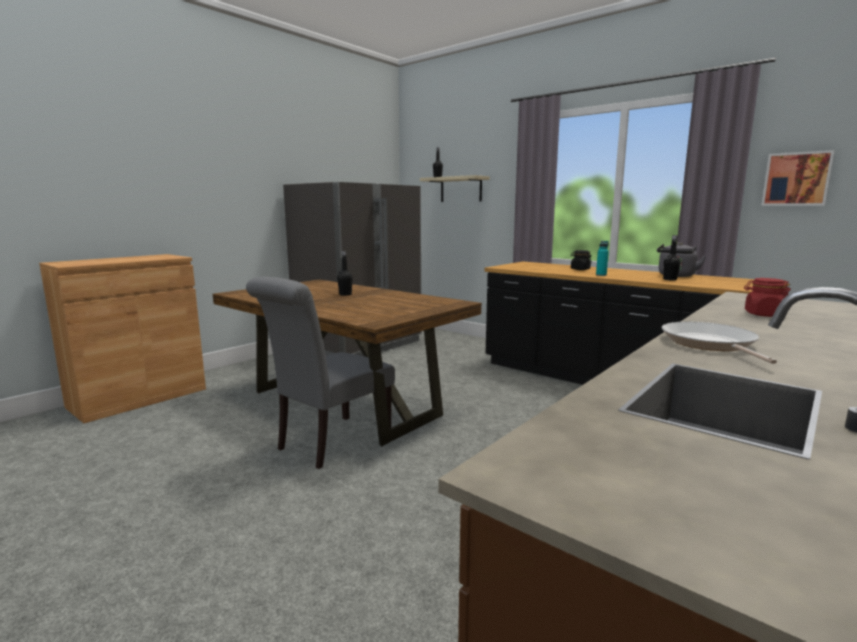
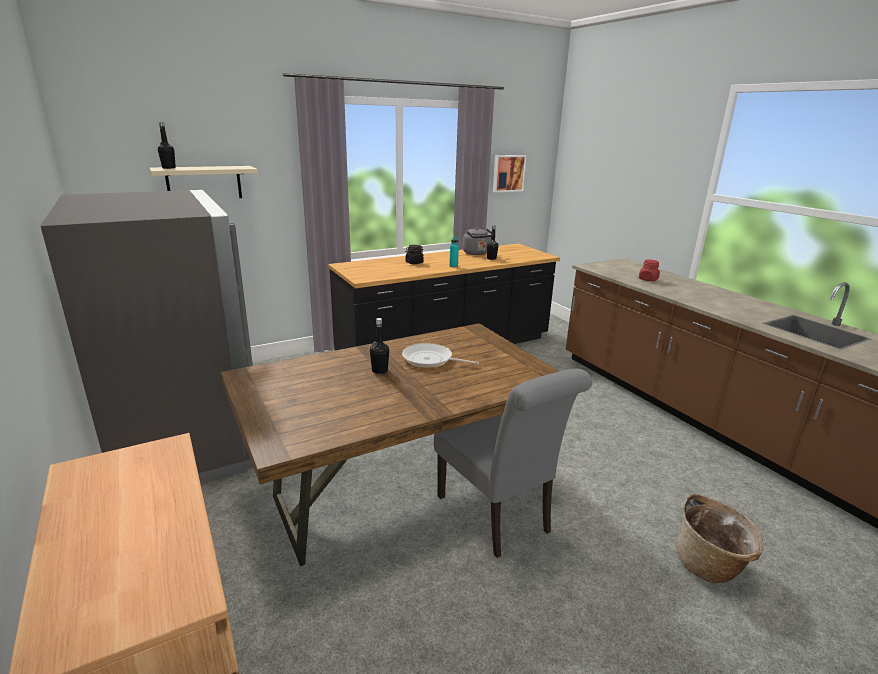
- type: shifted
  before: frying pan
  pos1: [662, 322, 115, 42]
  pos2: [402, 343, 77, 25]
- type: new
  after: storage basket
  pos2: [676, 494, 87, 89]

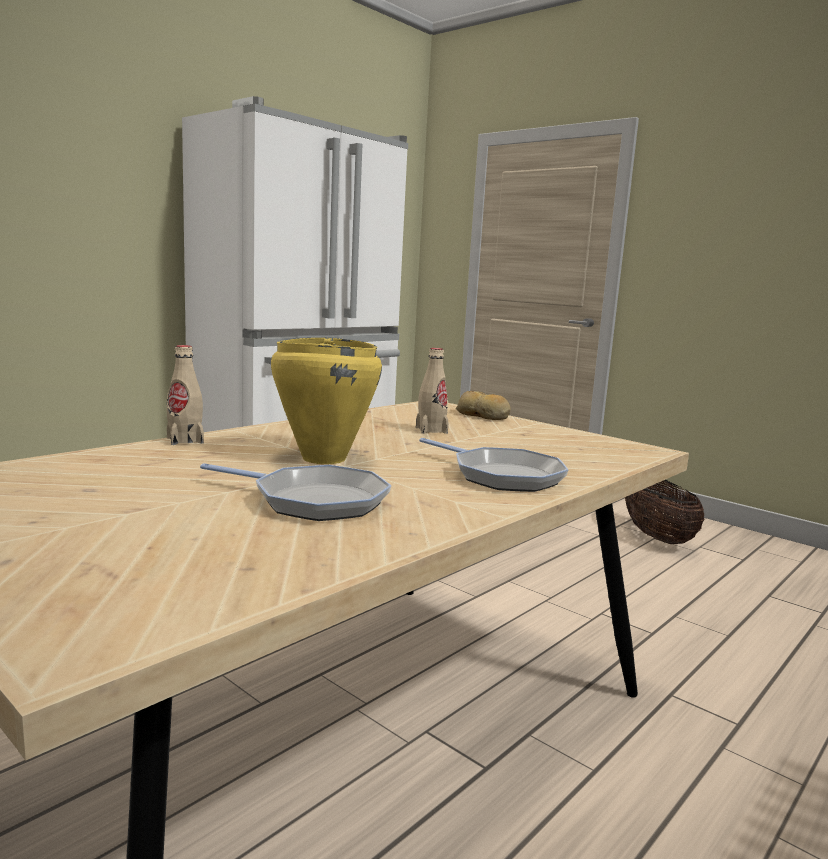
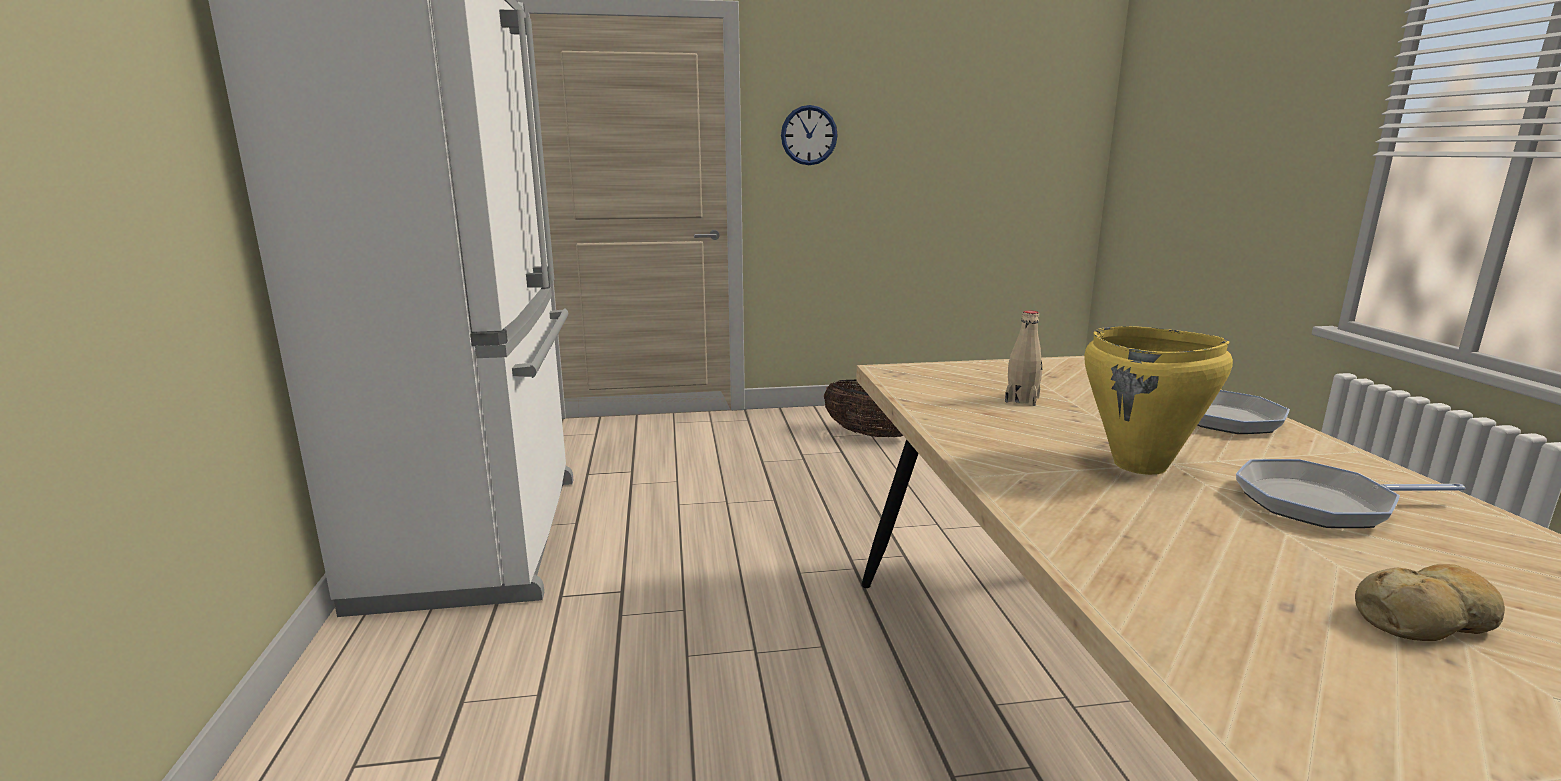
- type: gone
  before: beige beverage bottle
  pos1: [167, 345, 37, 100]
- type: rotated
  before: frying pan
  pos1: [200, 463, 192, 58]
  pos2: [1236, 459, 229, 69]
  turn: -150
- type: shifted
  before: bakery bread
  pos1: [456, 391, 55, 29]
  pos2: [1355, 564, 150, 77]
- type: new
  after: wall clock
  pos2: [781, 105, 57, 60]

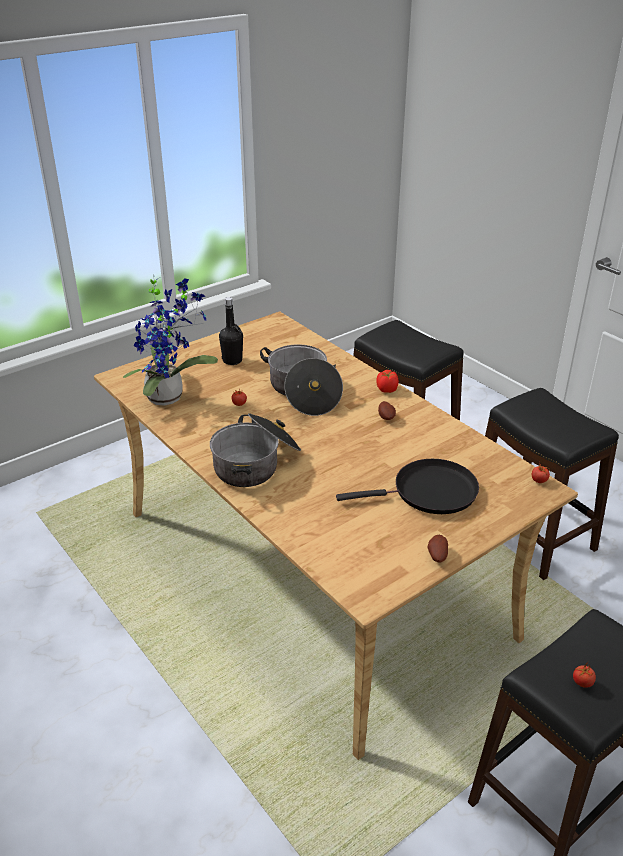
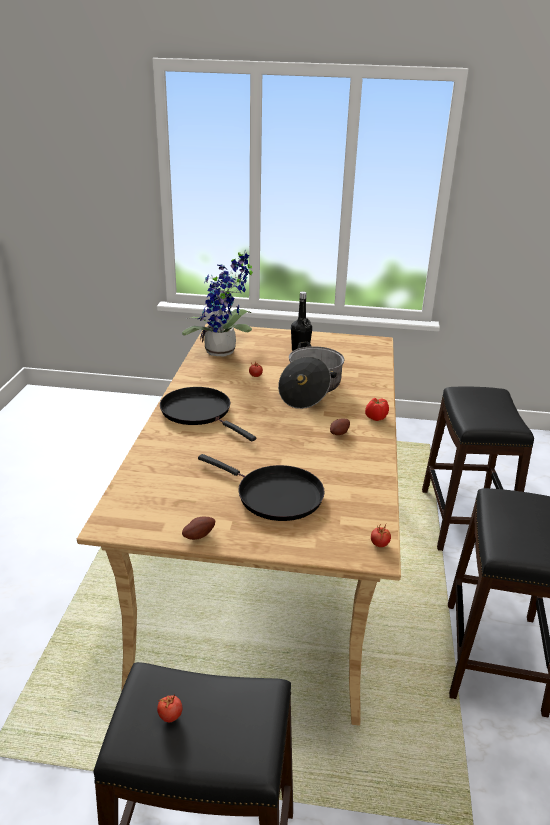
- type: swapped
  before: saucepot
  after: black frying pan
  pos1: [210, 413, 91, 74]
  pos2: [160, 387, 96, 55]

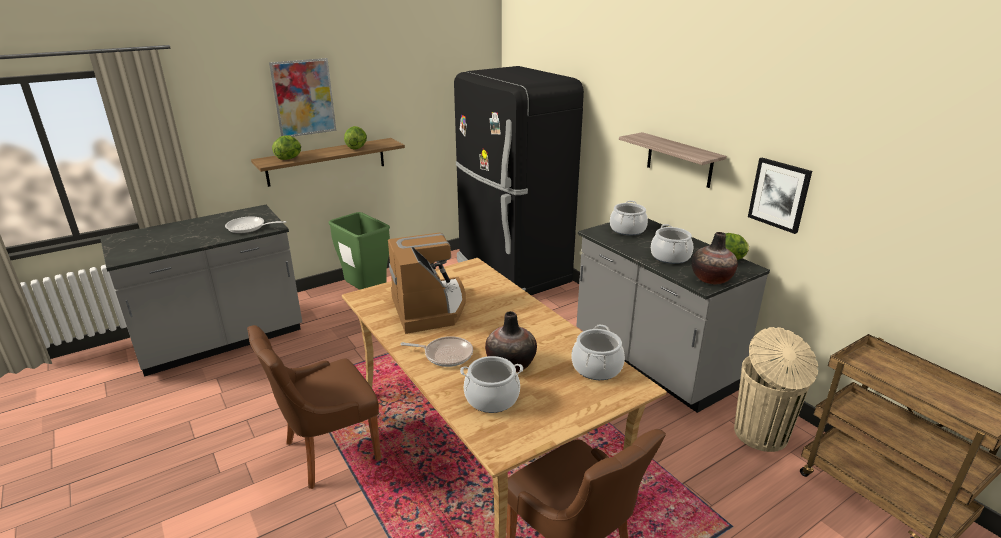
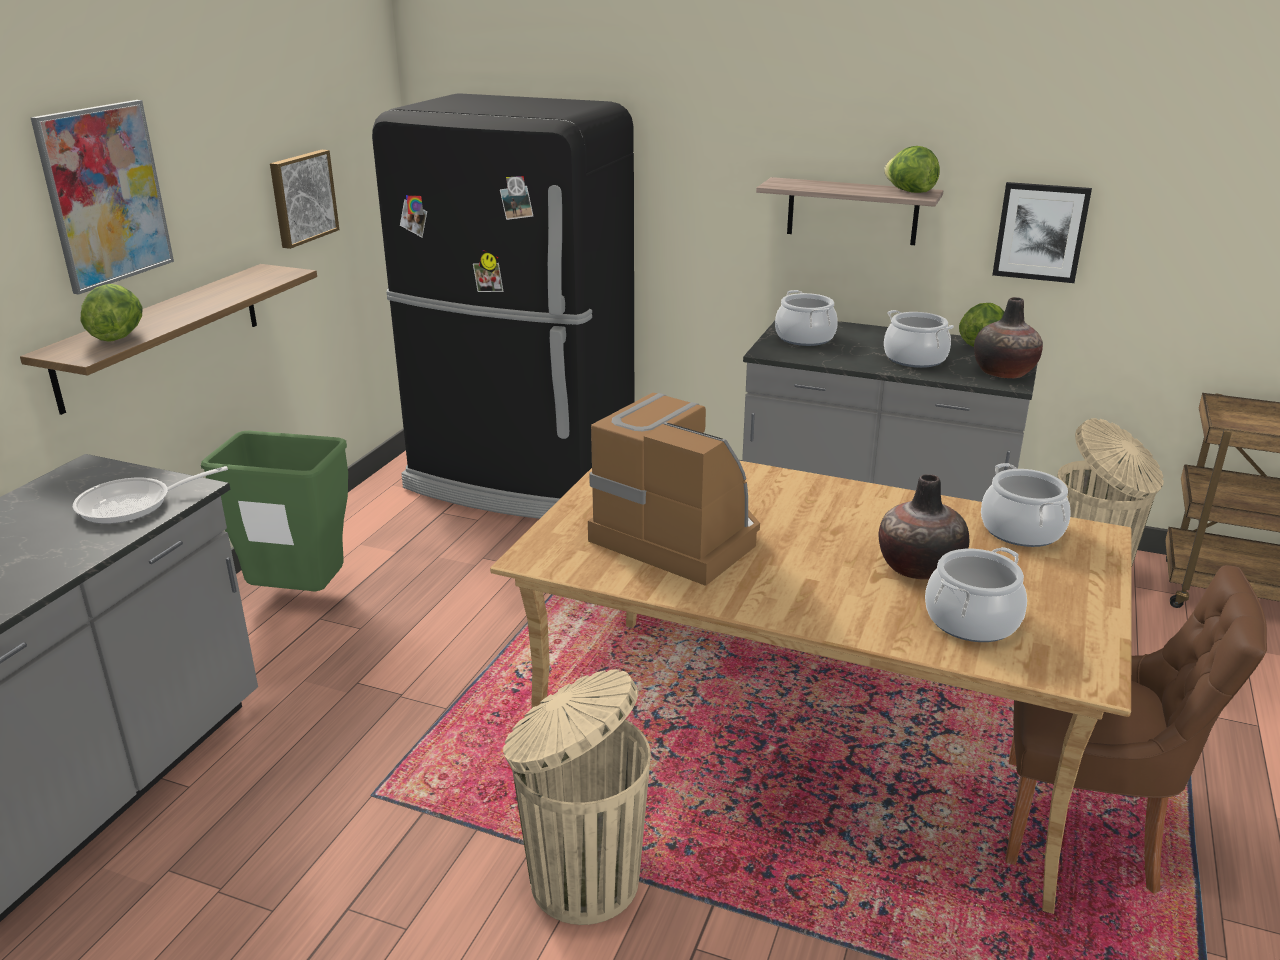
- type: swapped
  before: brown plain chair
  after: beige trash can
  pos1: [247, 325, 134, 164]
  pos2: [503, 670, 148, 255]
- type: shifted
  before: lettuce
  pos1: [344, 126, 23, 24]
  pos2: [884, 146, 56, 47]
- type: gone
  before: frying pan
  pos1: [401, 336, 72, 31]
- type: new
  after: wall art
  pos2: [270, 150, 69, 99]

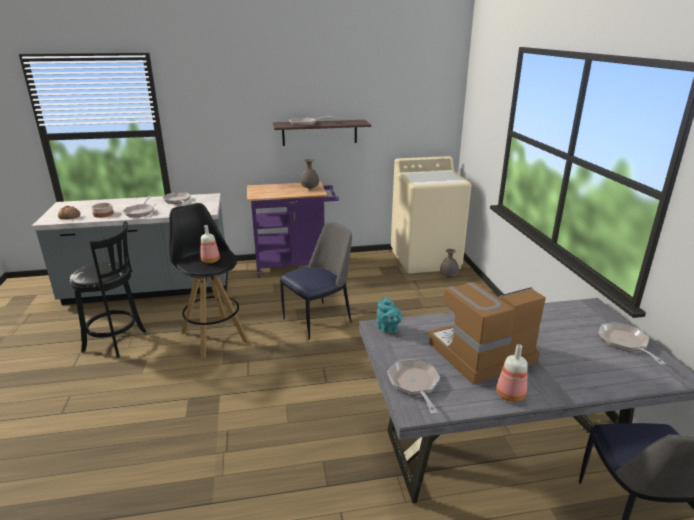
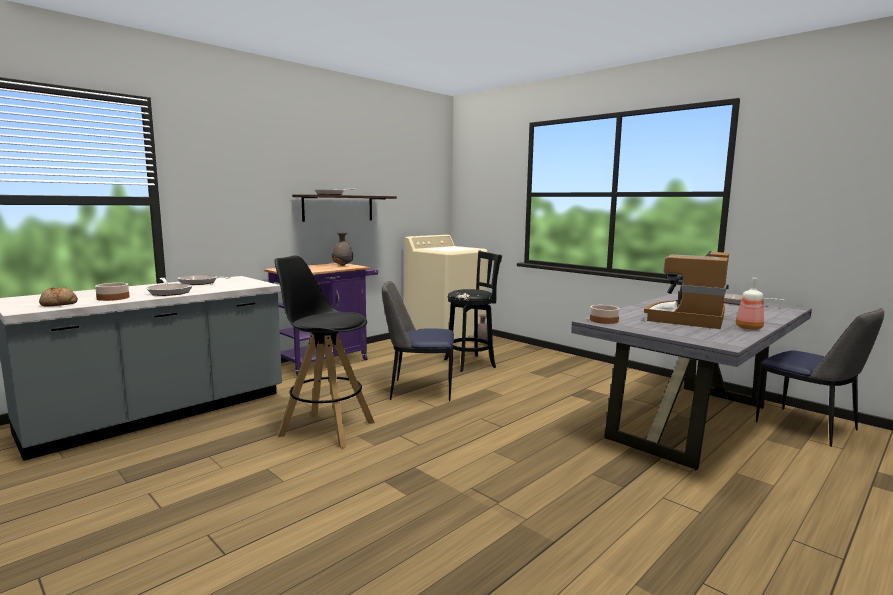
- type: shifted
  before: black stool
  pos1: [70, 221, 76, 137]
  pos2: [444, 251, 58, 121]
- type: gone
  before: beverage bottle
  pos1: [201, 225, 19, 38]
- type: rotated
  before: plain chair
  pos1: [280, 222, 72, 118]
  pos2: [382, 281, 72, 120]
  turn: -105
- type: swapped
  before: turquoise tea pot
  after: serving bowl
  pos1: [377, 297, 25, 37]
  pos2: [590, 305, 30, 19]
- type: gone
  before: frying pan
  pos1: [387, 359, 53, 55]

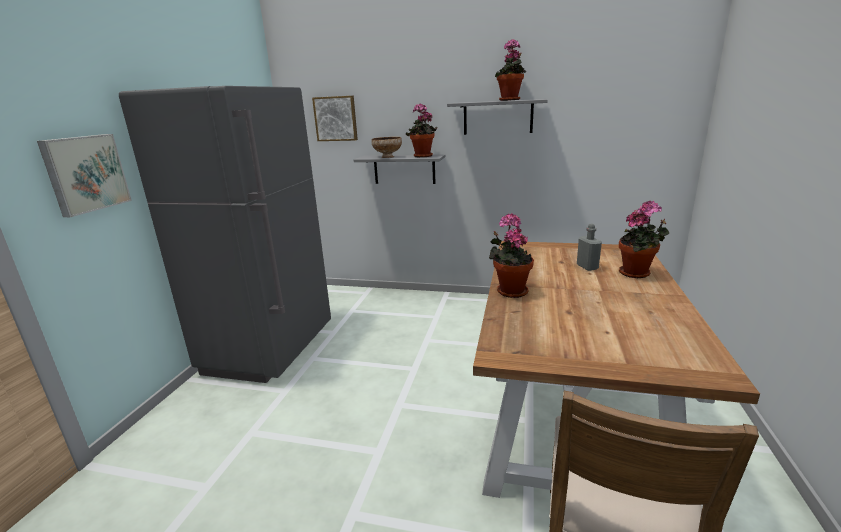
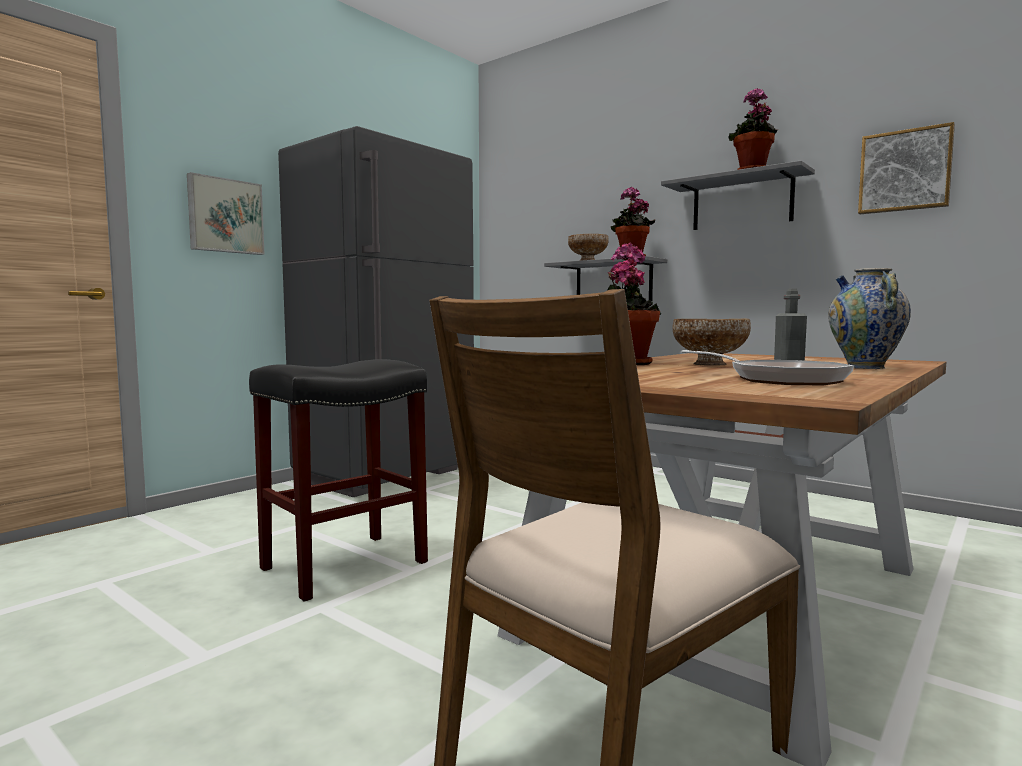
- type: shifted
  before: wall art
  pos1: [312, 96, 46, 45]
  pos2: [858, 122, 97, 92]
- type: swapped
  before: plant in a pot
  after: decorative vase
  pos1: [619, 201, 50, 77]
  pos2: [829, 268, 82, 101]
- type: new
  after: black stool
  pos2: [249, 359, 179, 243]
- type: new
  after: serving bowl
  pos2: [672, 319, 79, 47]
- type: new
  after: frying pan
  pos2: [680, 350, 174, 35]

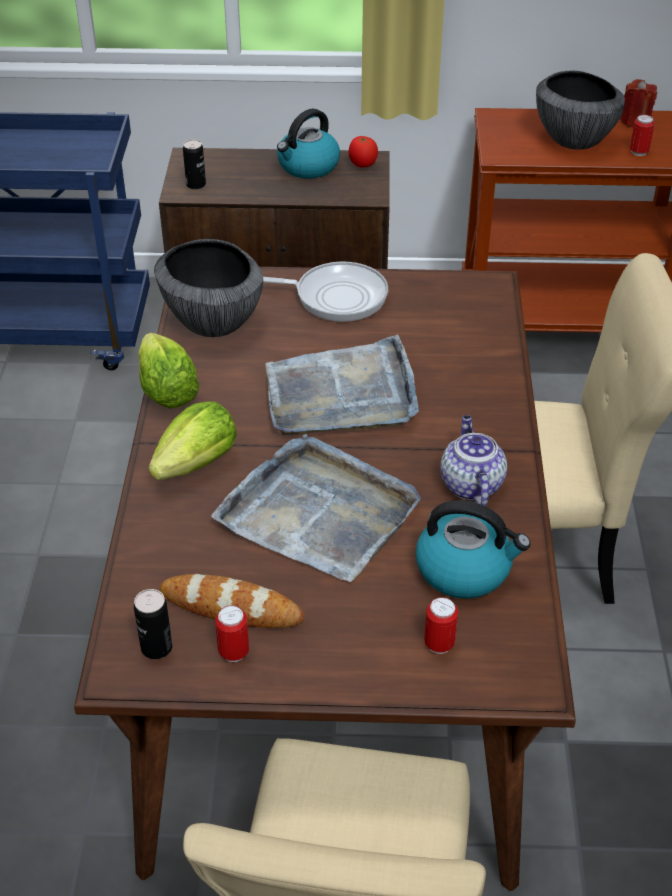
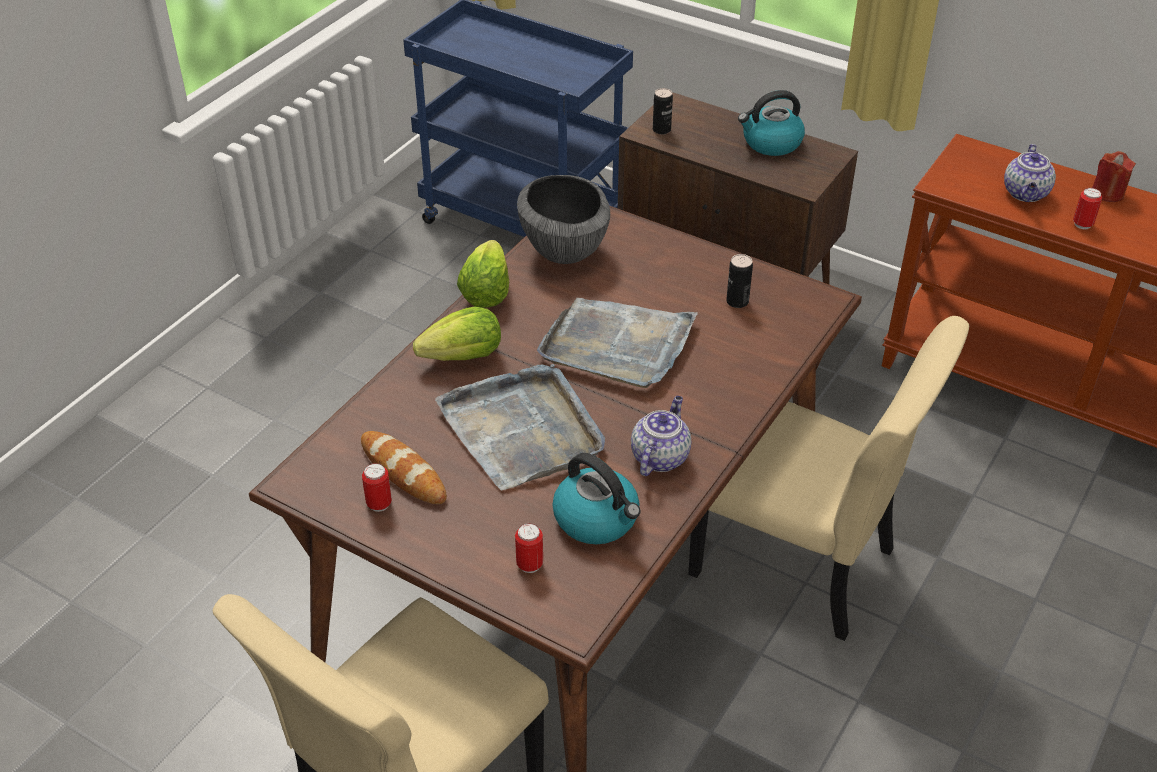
- type: shifted
  before: sealed can
  pos1: [134, 589, 38, 70]
  pos2: [726, 254, 27, 54]
- type: gone
  before: frying pan
  pos1: [263, 262, 125, 60]
- type: gone
  before: tomato
  pos1: [349, 136, 29, 32]
- type: swapped
  before: serving bowl
  after: tea pot
  pos1: [536, 70, 89, 80]
  pos2: [1004, 144, 52, 58]

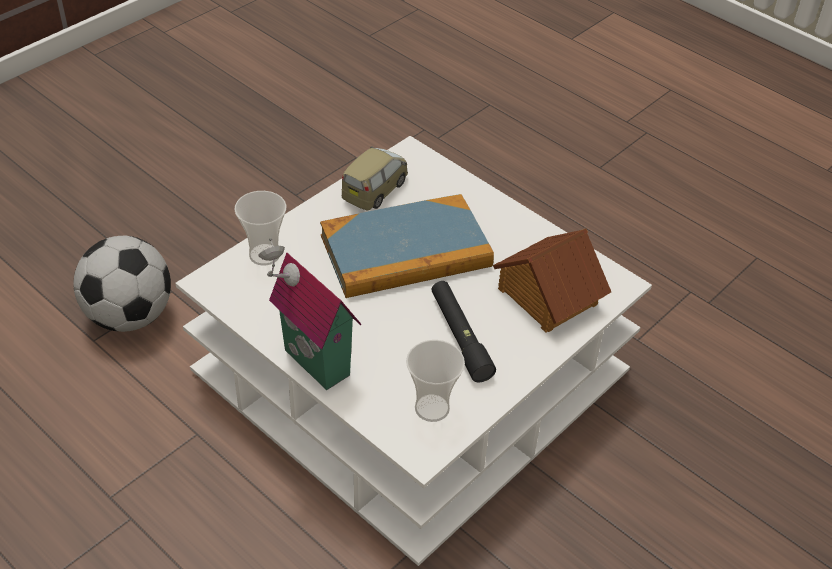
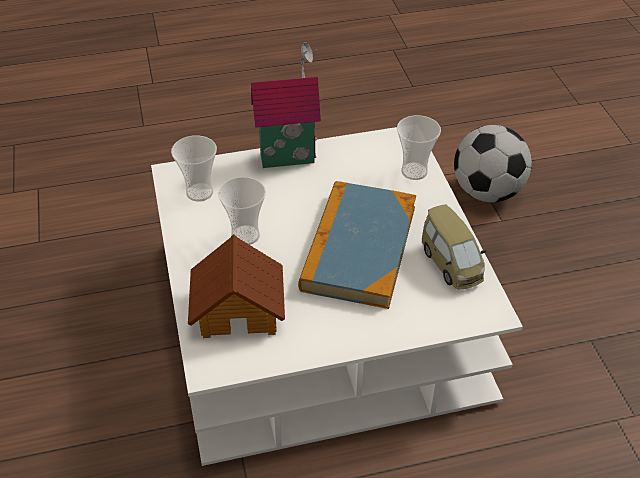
- type: swapped
  before: black flashlight
  after: small cup
  pos1: [432, 281, 64, 101]
  pos2: [218, 177, 48, 68]

